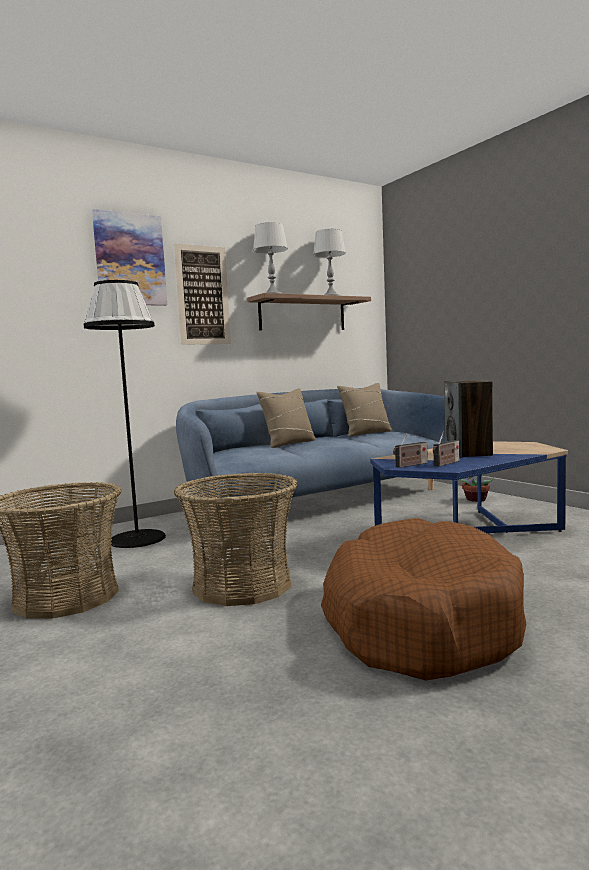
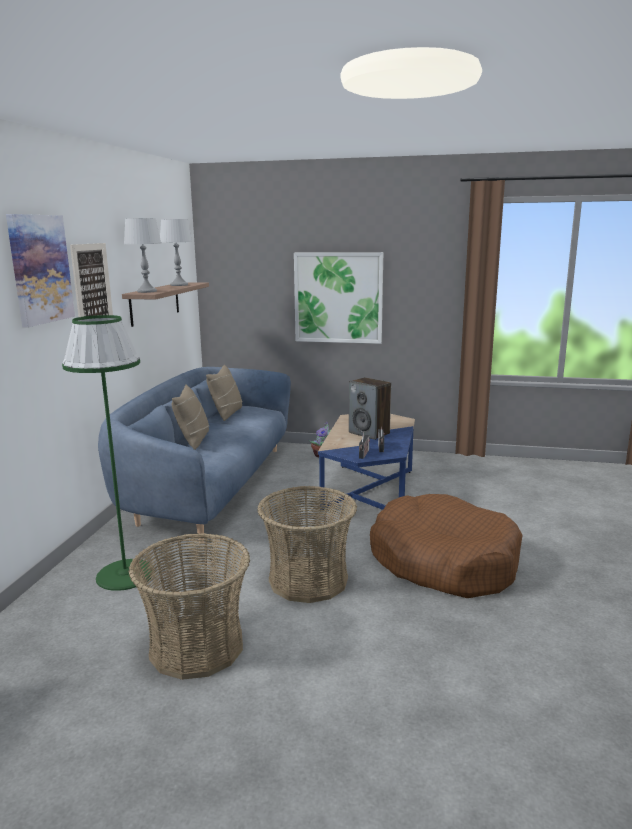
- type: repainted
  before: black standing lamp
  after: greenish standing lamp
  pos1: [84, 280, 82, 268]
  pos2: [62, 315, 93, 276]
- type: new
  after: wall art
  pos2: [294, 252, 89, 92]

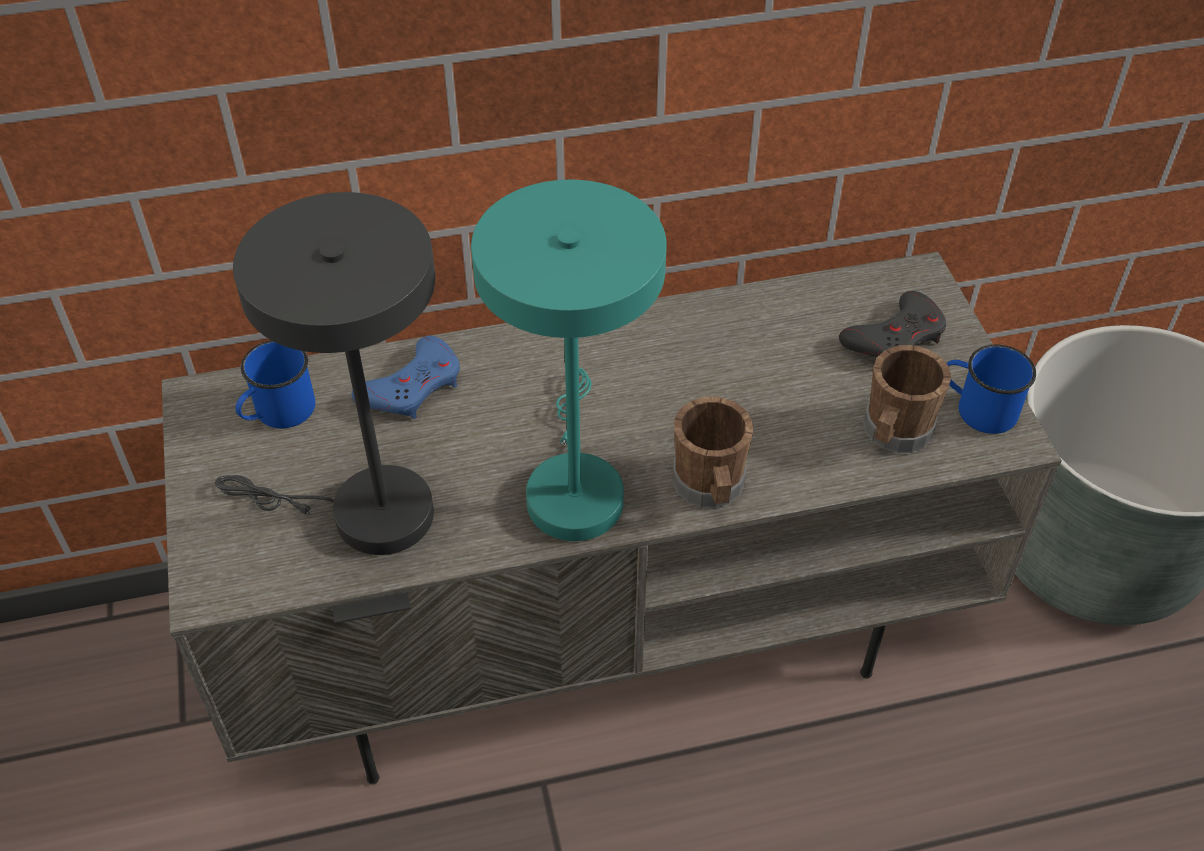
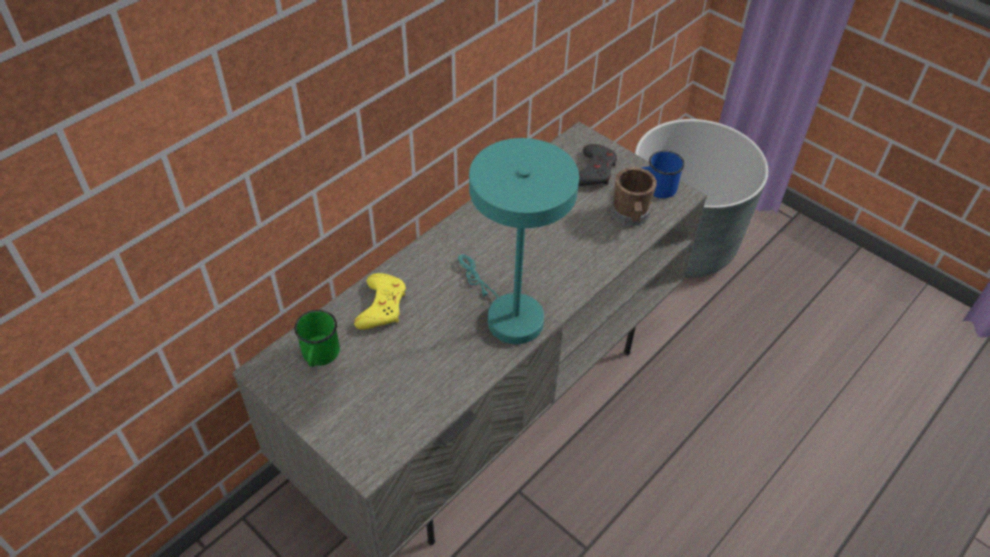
- type: gone
  before: gray lamp for a table
  pos1: [215, 192, 221, 363]
- type: repainted
  before: bluish mug
  after: greenish mug
  pos1: [235, 340, 80, 88]
  pos2: [294, 310, 46, 57]
- type: repainted
  before: bluish joypad
  after: yellow joypad
  pos1: [352, 336, 108, 83]
  pos2: [354, 273, 52, 57]
- type: gone
  before: brown mug
  pos1: [673, 397, 80, 111]

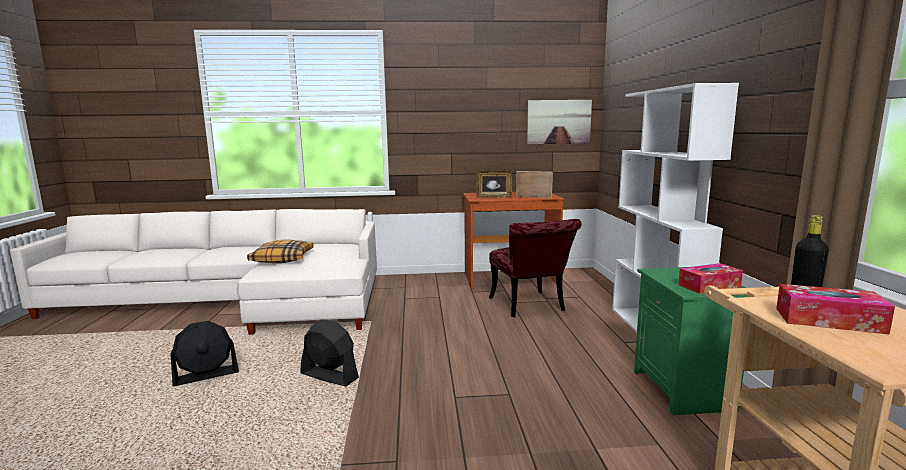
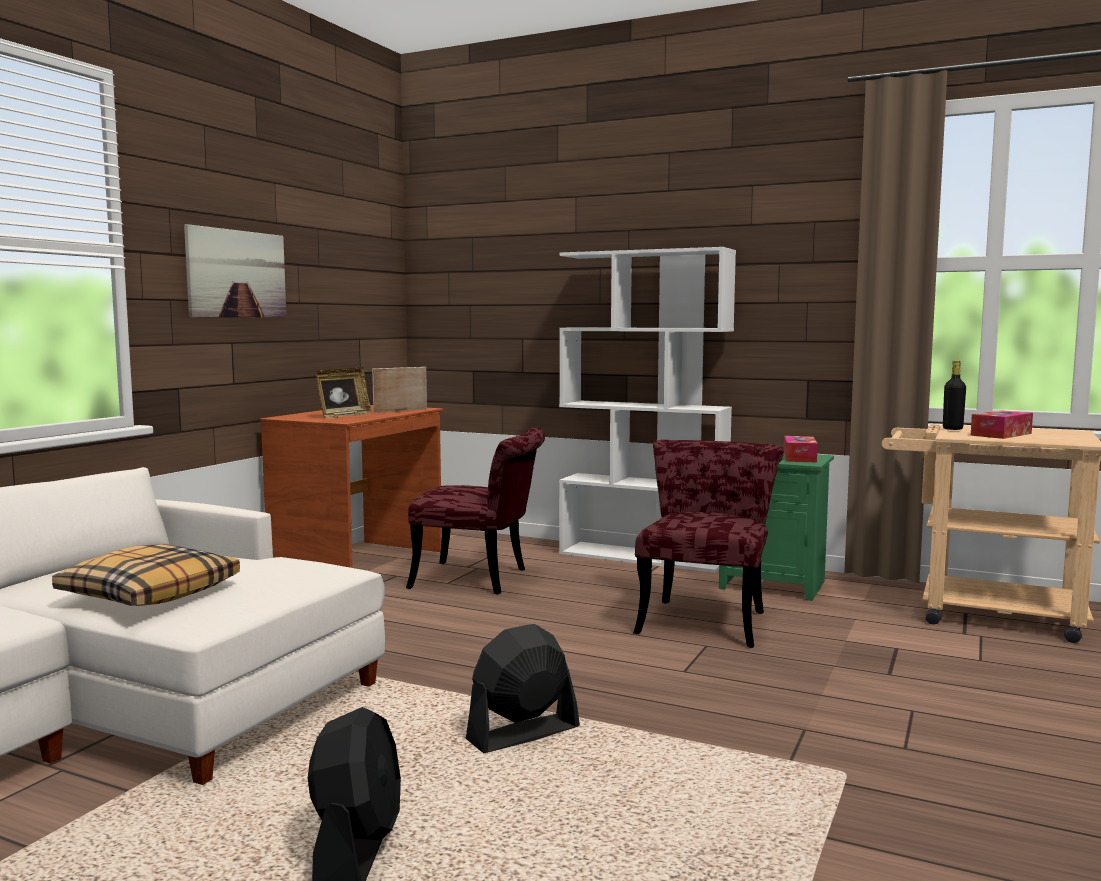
- type: shifted
  before: wall art
  pos1: [527, 100, 65, 44]
  pos2: [184, 224, 102, 94]
- type: new
  after: red plain chair
  pos2: [633, 440, 151, 208]

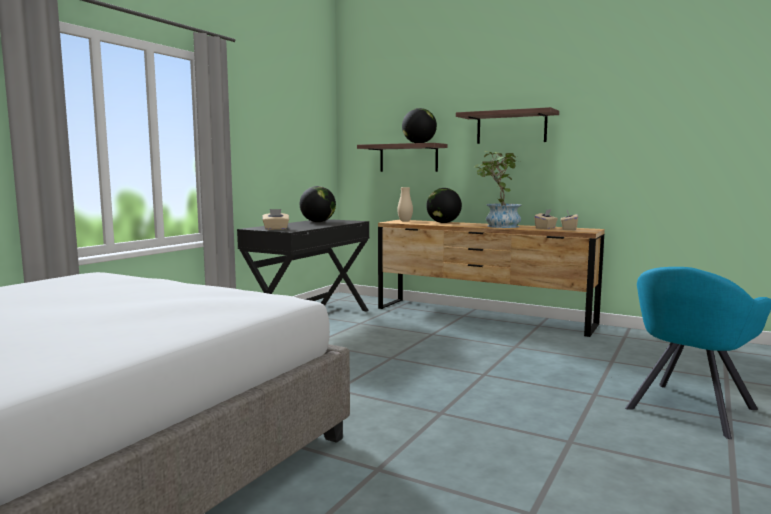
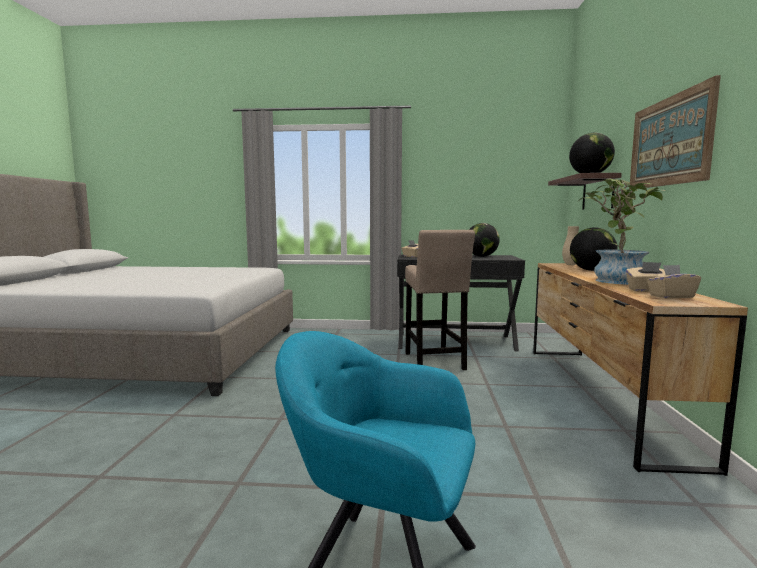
- type: swapped
  before: wall shelf
  after: wall art
  pos1: [456, 107, 103, 37]
  pos2: [629, 75, 92, 115]
- type: new
  after: beige stool
  pos2: [405, 230, 70, 140]

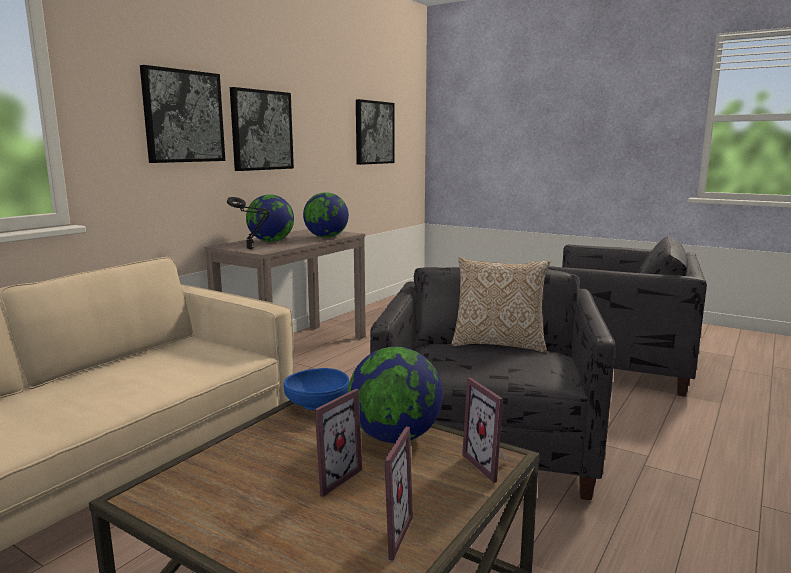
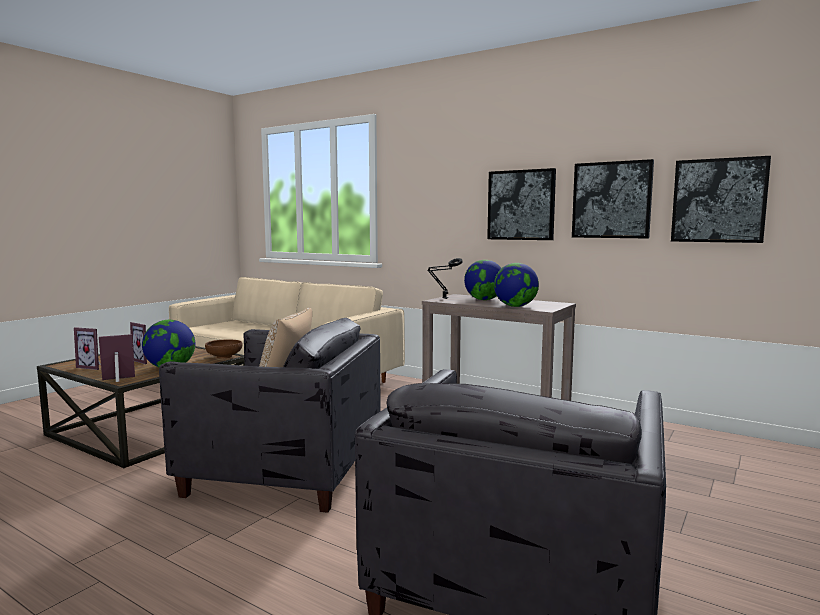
- type: shifted
  before: wall art
  pos1: [140, 65, 85, 98]
  pos2: [572, 159, 82, 80]
- type: repainted
  before: bluish serving bowl
  after: brown serving bowl
  pos1: [283, 368, 66, 42]
  pos2: [205, 339, 38, 20]

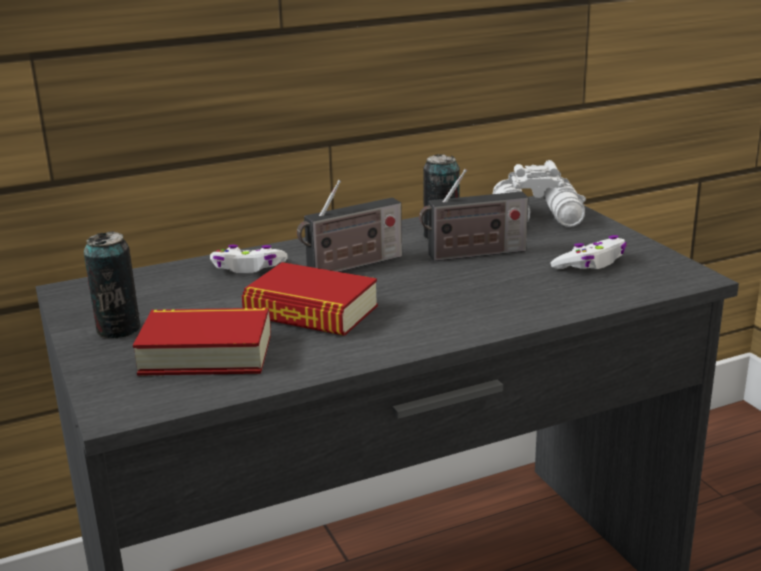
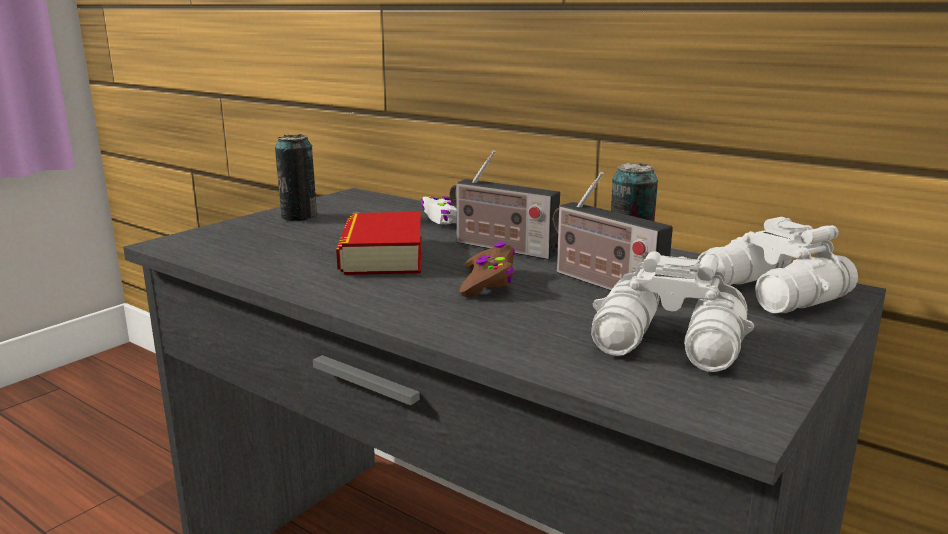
- type: gone
  before: bound book
  pos1: [133, 308, 138, 68]
- type: swapped
  before: white joypad
  after: white binoculars
  pos1: [550, 235, 77, 34]
  pos2: [591, 251, 163, 121]
- type: new
  after: brown joypad
  pos2: [460, 242, 55, 55]

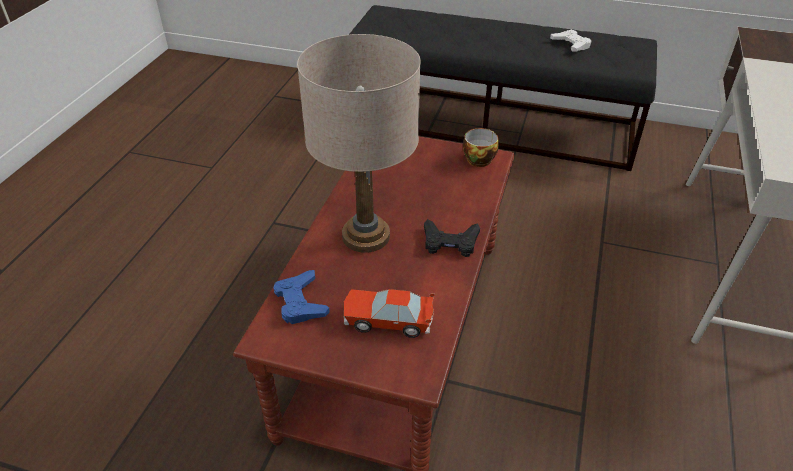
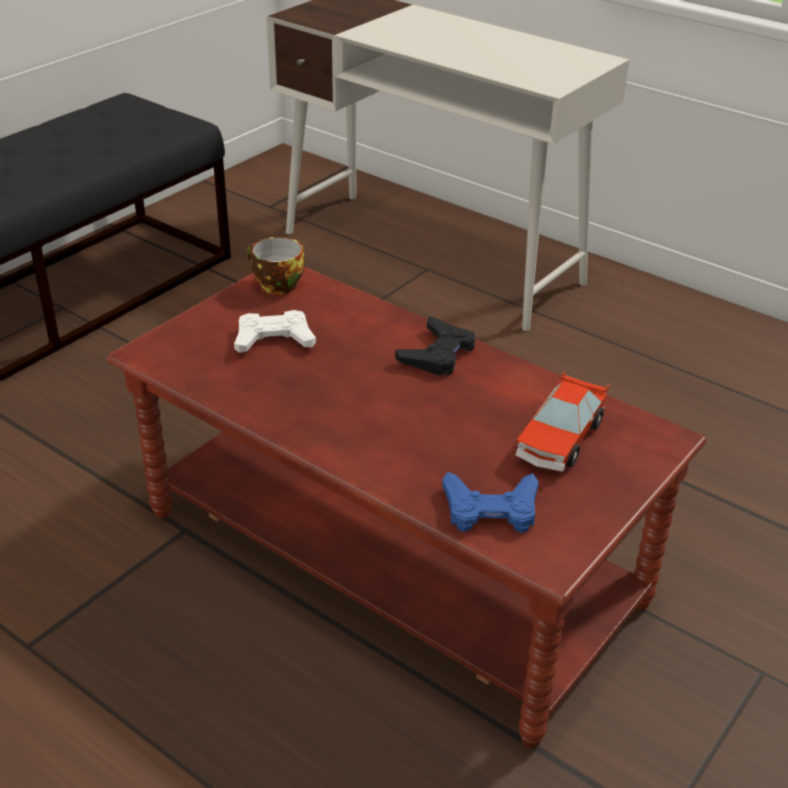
- type: gone
  before: beige lamp for a table
  pos1: [297, 34, 124, 219]
- type: shifted
  before: white joypad
  pos1: [550, 30, 41, 22]
  pos2: [234, 310, 82, 43]

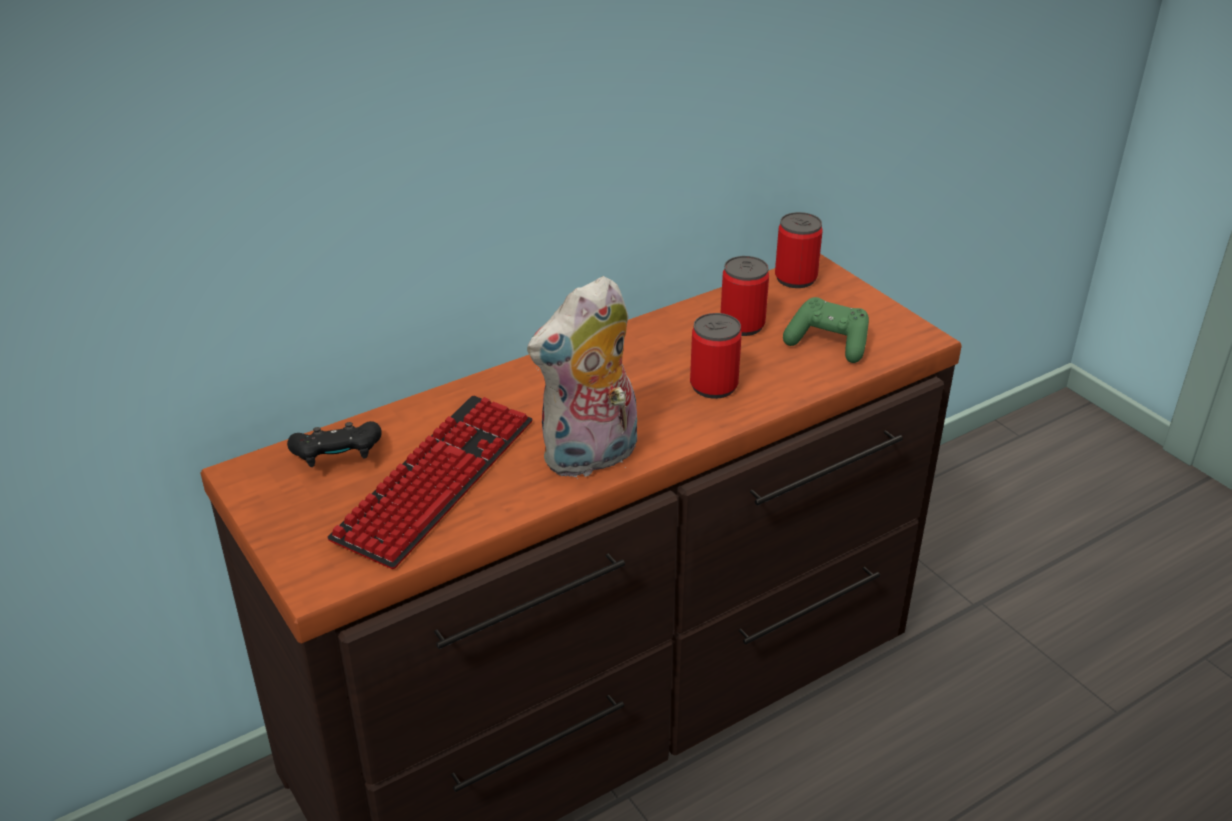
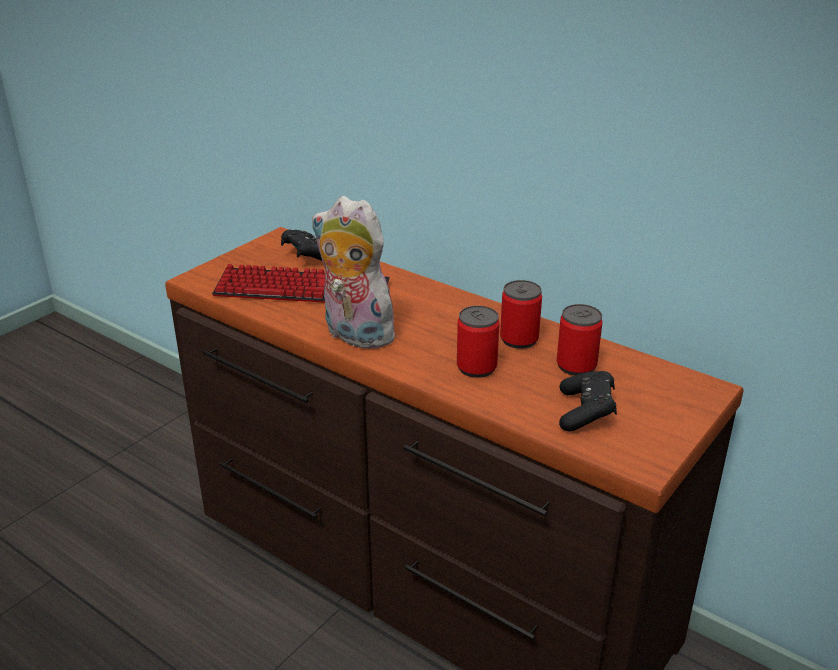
- type: shifted
  before: sealed can
  pos1: [775, 212, 48, 76]
  pos2: [500, 280, 42, 69]
- type: repainted
  before: greenish joypad
  after: black joypad
  pos1: [783, 297, 86, 66]
  pos2: [559, 371, 58, 61]

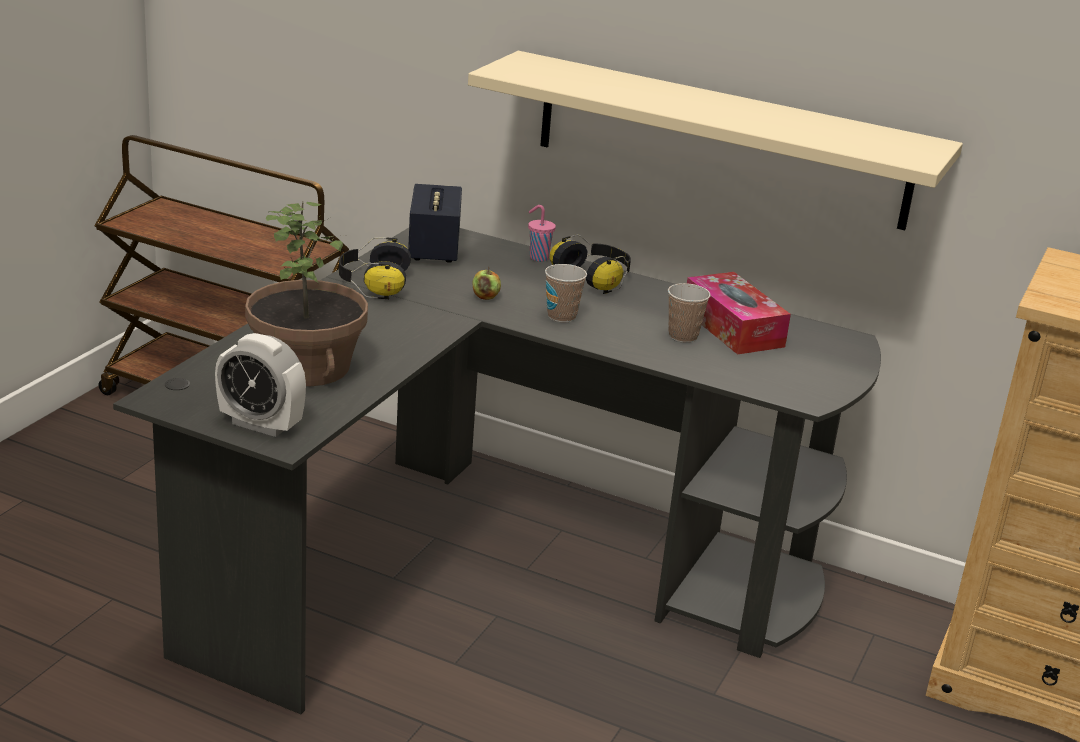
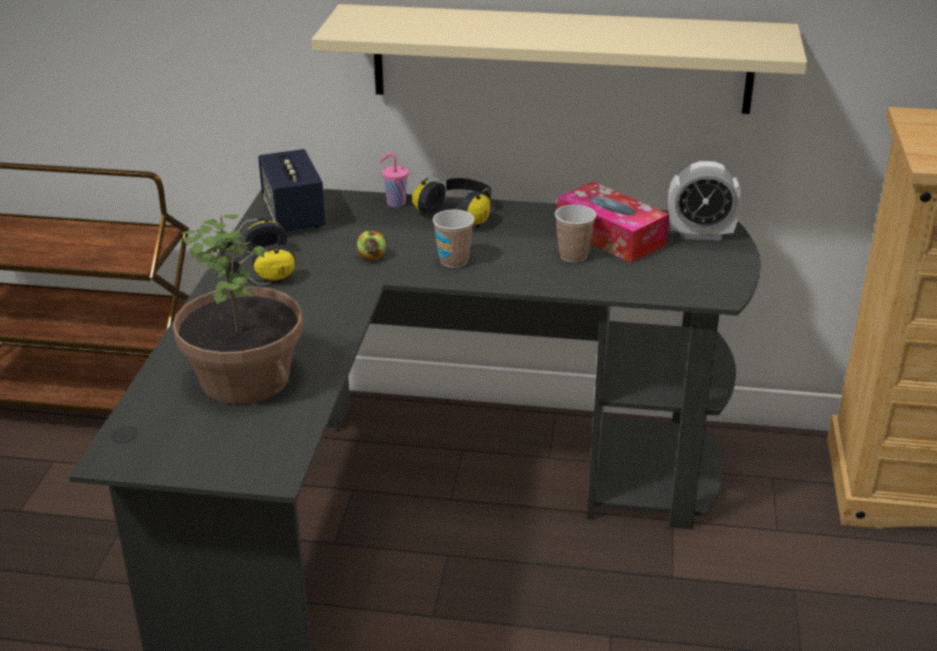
- type: shifted
  before: bedside clock
  pos1: [215, 333, 91, 104]
  pos2: [668, 161, 73, 79]

